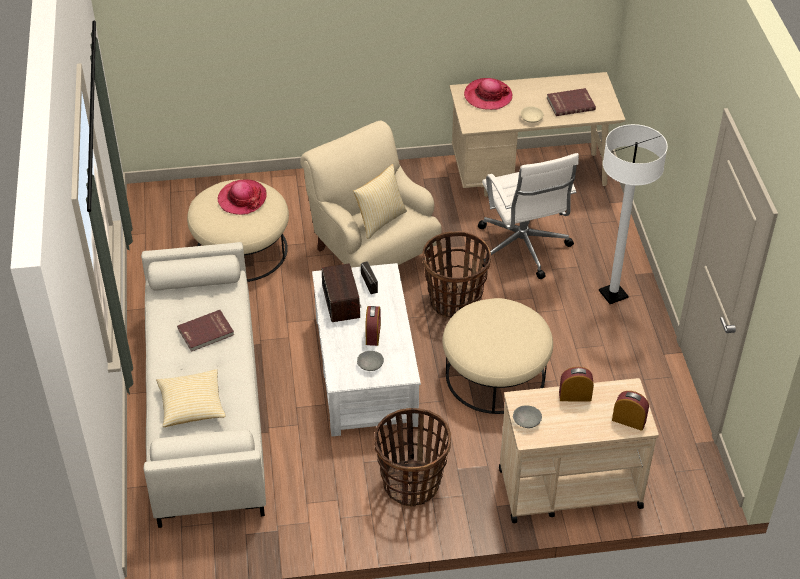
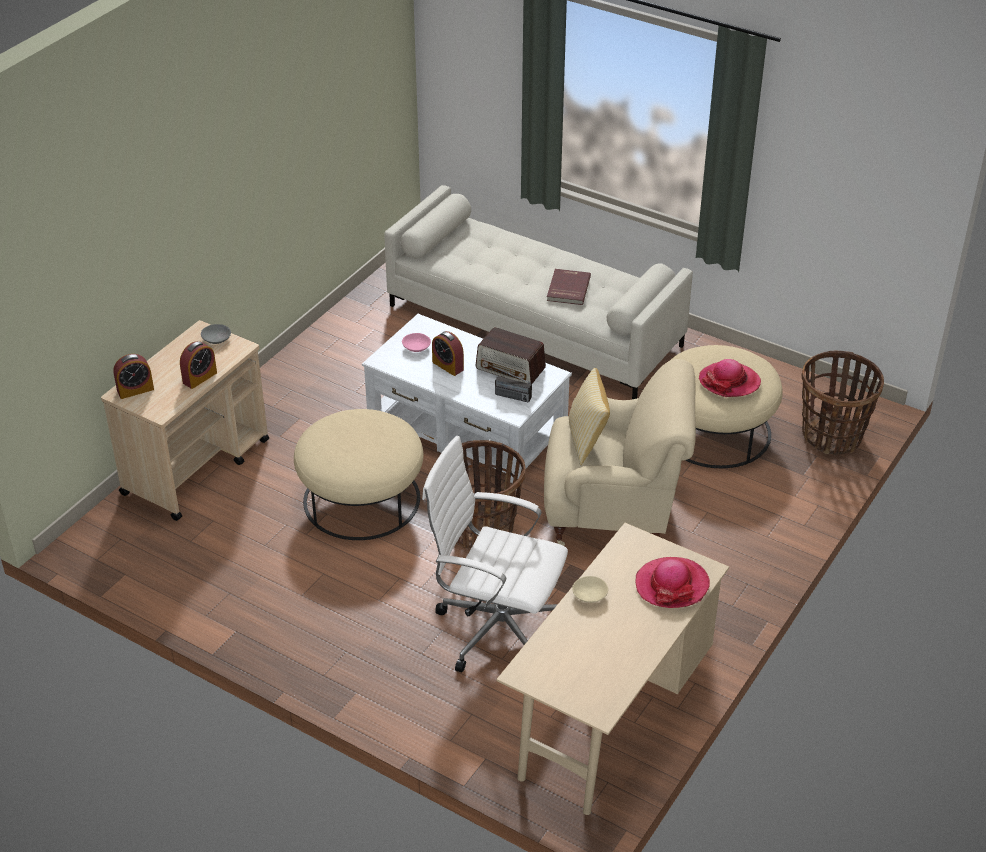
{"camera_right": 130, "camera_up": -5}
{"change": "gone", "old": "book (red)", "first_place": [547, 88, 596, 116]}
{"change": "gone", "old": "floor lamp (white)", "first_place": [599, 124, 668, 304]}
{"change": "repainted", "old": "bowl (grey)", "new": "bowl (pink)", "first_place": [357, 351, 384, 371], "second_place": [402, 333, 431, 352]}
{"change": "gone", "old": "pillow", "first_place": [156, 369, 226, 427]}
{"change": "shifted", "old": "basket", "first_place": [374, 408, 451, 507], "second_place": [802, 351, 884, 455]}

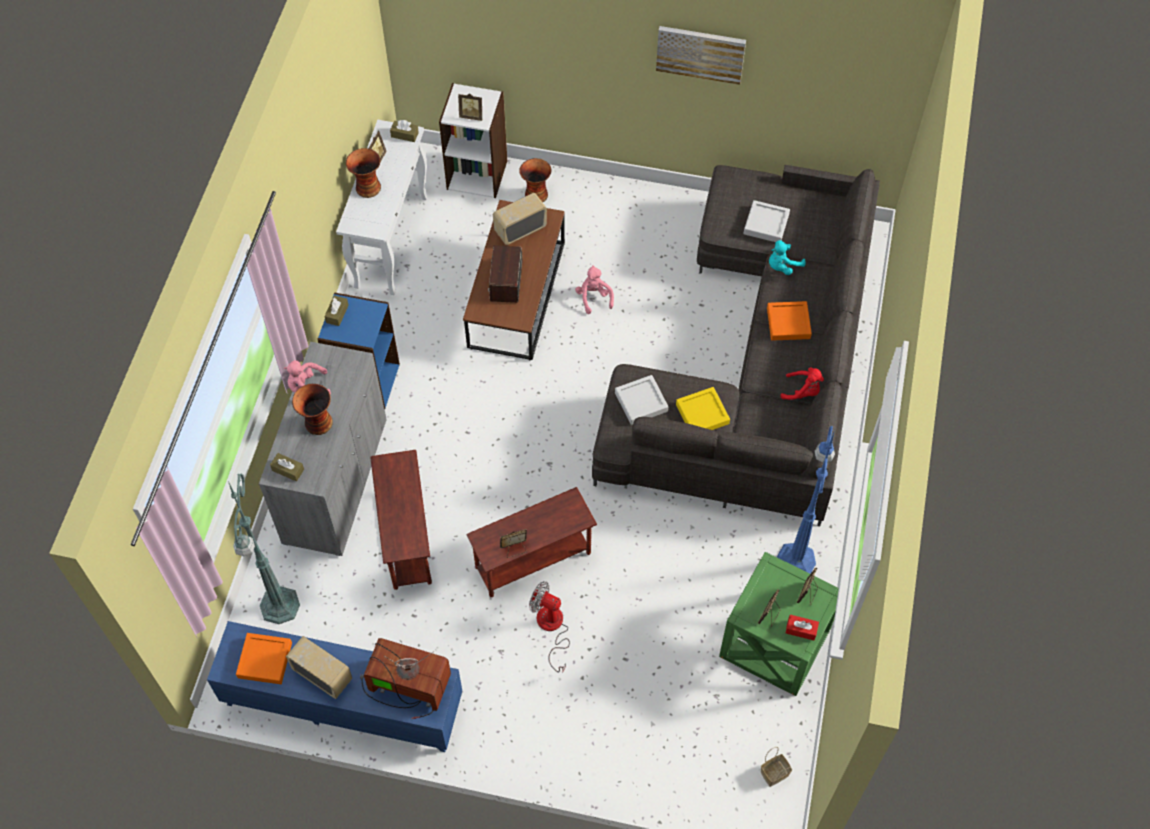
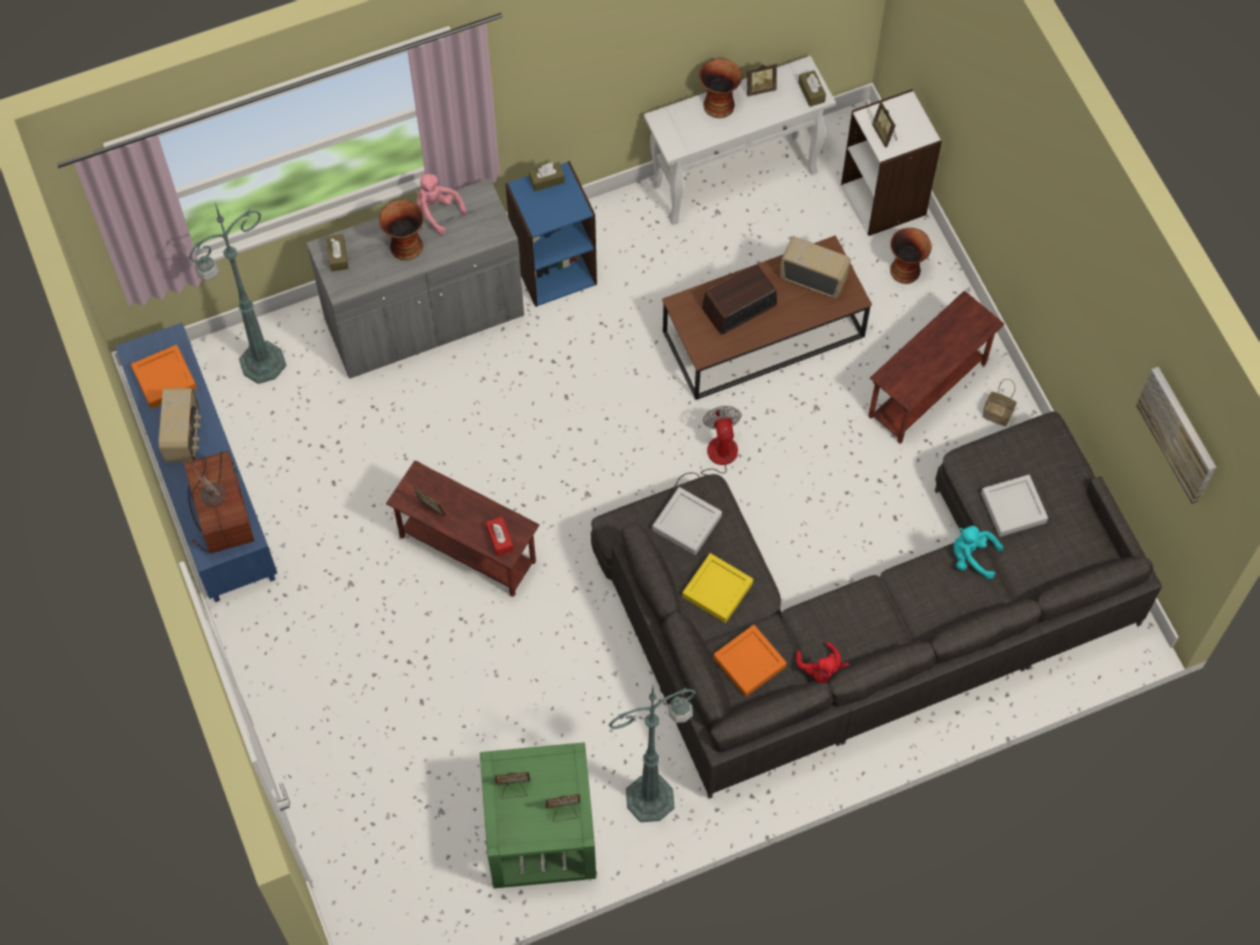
{"camera_right": 55, "camera_up": 5}
{"change": "shifted", "old": "picture", "first_place": [656, 26, 746, 85], "second_place": [1136, 367, 1216, 504]}
{"change": "gone", "old": "plush toy (pink)", "first_place": [575, 265, 614, 314]}
{"change": "shifted", "old": "tray (orange)", "first_place": [767, 301, 812, 341], "second_place": [713, 625, 787, 697]}
{"change": "repainted", "old": "floor lamp (blue)", "new": "floor lamp (green)", "first_place": [777, 426, 835, 574], "second_place": [609, 686, 696, 822]}
{"change": "shifted", "old": "side table (brown)", "first_place": [370, 450, 432, 590], "second_place": [869, 291, 1004, 443]}
{"change": "shifted", "old": "fan", "first_place": [529, 581, 570, 673], "second_place": [674, 406, 742, 487]}
{"change": "shifted", "old": "tissue box (red)", "first_place": [786, 615, 819, 640], "second_place": [486, 517, 514, 556]}
{"change": "shifted", "old": "basket", "first_place": [761, 747, 792, 787], "second_place": [982, 379, 1017, 426]}

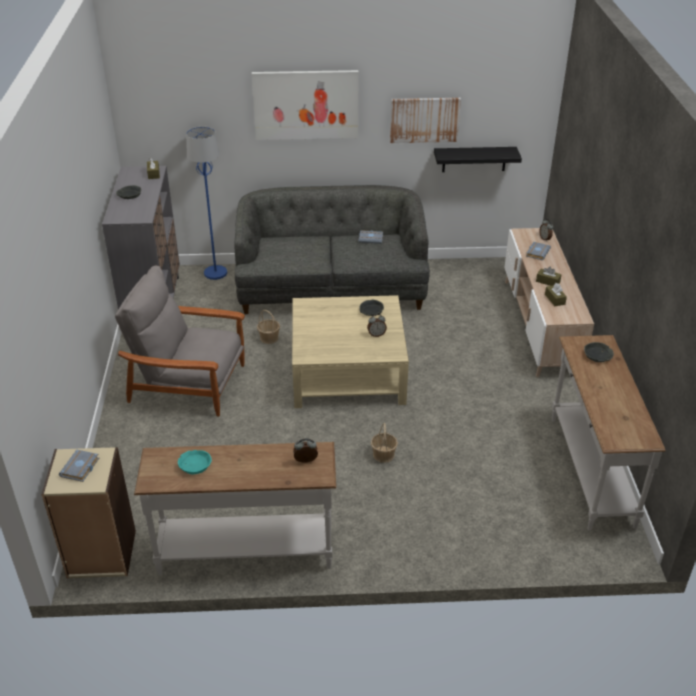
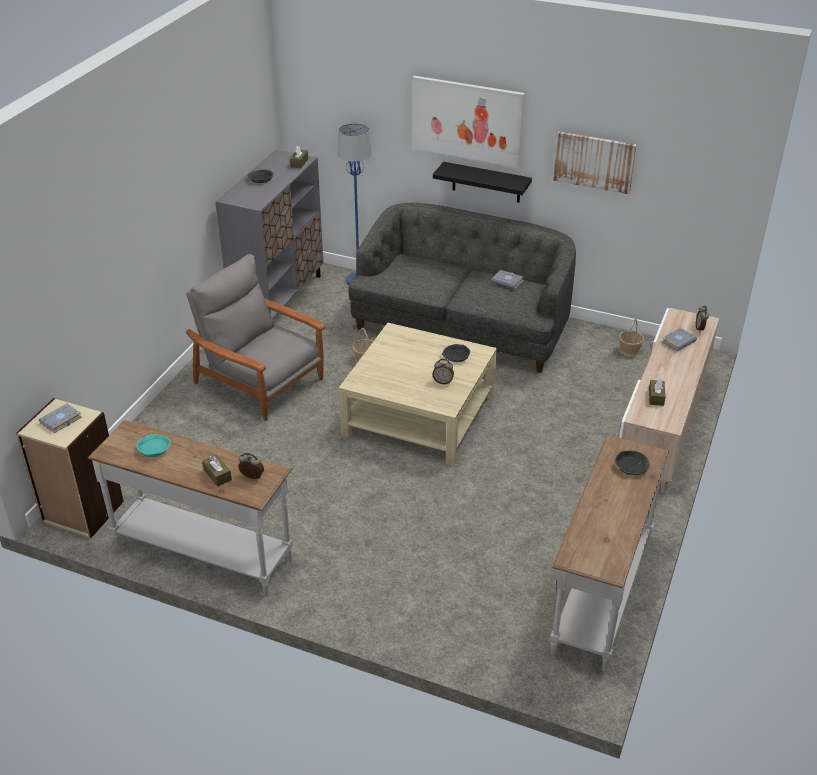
{"camera_right": 25, "camera_up": 0}
{"change": "shifted", "old": "shelf (black)", "first_place": [434, 147, 522, 172], "second_place": [433, 162, 532, 203]}
{"change": "shifted", "old": "tissue box (brown)", "first_place": [536, 267, 562, 286], "second_place": [202, 454, 232, 487]}
{"change": "shifted", "old": "basket", "first_place": [371, 423, 398, 463], "second_place": [619, 319, 644, 356]}

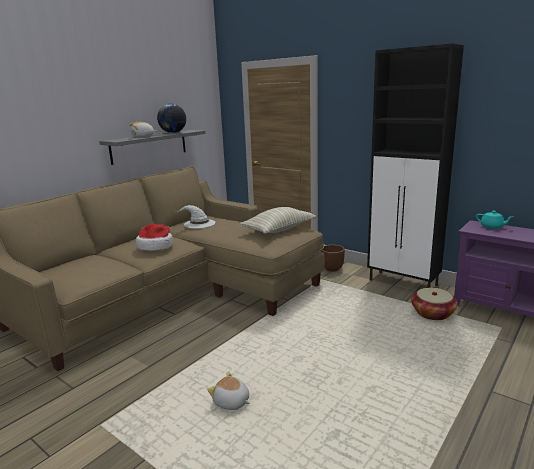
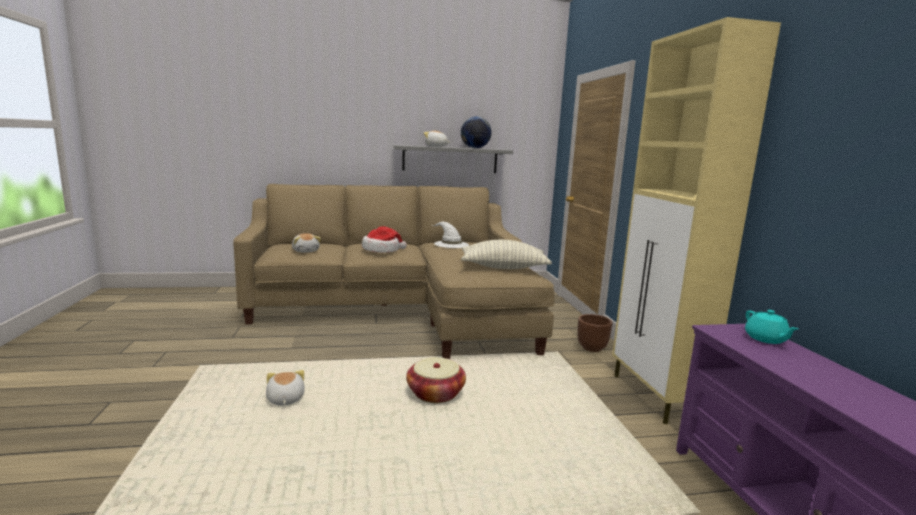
{"camera_right": 40, "camera_up": -5}
{"change": "repainted", "old": "cabinet (black)", "new": "cabinet (beige)", "first_place": [367, 43, 464, 288], "second_place": [612, 17, 781, 424]}
{"change": "shifted", "old": "basket", "first_place": [411, 288, 458, 320], "second_place": [406, 357, 466, 403]}
{"change": "new", "new": "plush toy", "second_place": [292, 233, 321, 253]}

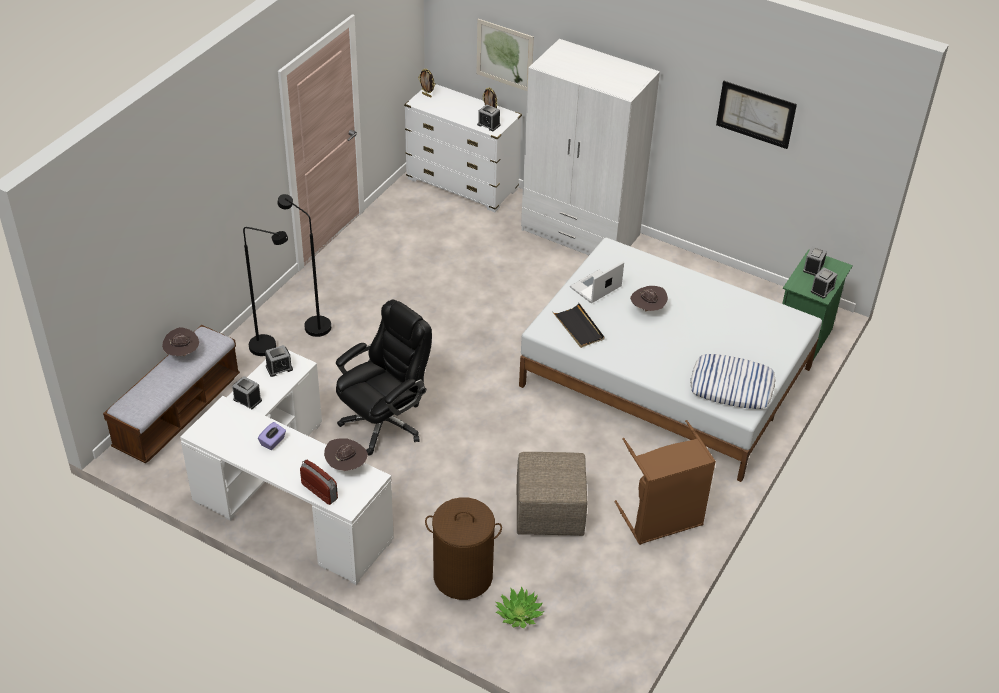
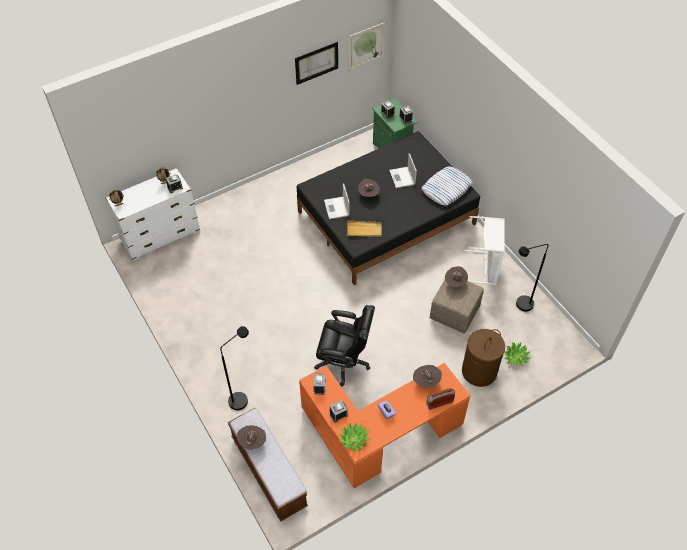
{"camera_right": -60, "camera_up": 10}
{"change": "shifted", "old": "picture", "first_place": [477, 19, 534, 92], "second_place": [349, 22, 385, 71]}
{"change": "gone", "old": "wardrobe (white)", "first_place": [521, 39, 660, 255]}
{"change": "shifted", "old": "floor lamp (black)", "first_place": [277, 194, 331, 337], "second_place": [516, 244, 549, 312]}
{"change": "repainted", "old": "bed (white)", "new": "bed (black)", "first_place": [519, 238, 822, 482], "second_place": [297, 131, 480, 285]}
{"change": "rotated", "old": "office chair (black)", "first_place": [336, 300, 432, 455], "second_place": [314, 305, 375, 386], "degrees": 120}
{"change": "repainted", "old": "tray (black)", "new": "tray (beige)", "first_place": [553, 303, 605, 348], "second_place": [347, 221, 382, 237]}
{"change": "repainted", "old": "desk (white)", "new": "desk (orange)", "first_place": [180, 350, 394, 585], "second_place": [299, 363, 470, 488]}
{"change": "repainted", "old": "laundry basket (brown)", "new": "laundry basket (white)", "first_place": [614, 420, 716, 545], "second_place": [463, 216, 504, 285]}
{"change": "new", "new": "laptop", "second_place": [389, 153, 417, 188]}
{"change": "new", "new": "hat (brown)", "second_place": [445, 266, 468, 287]}
{"change": "new", "new": "potted plant", "second_place": [338, 422, 370, 452]}

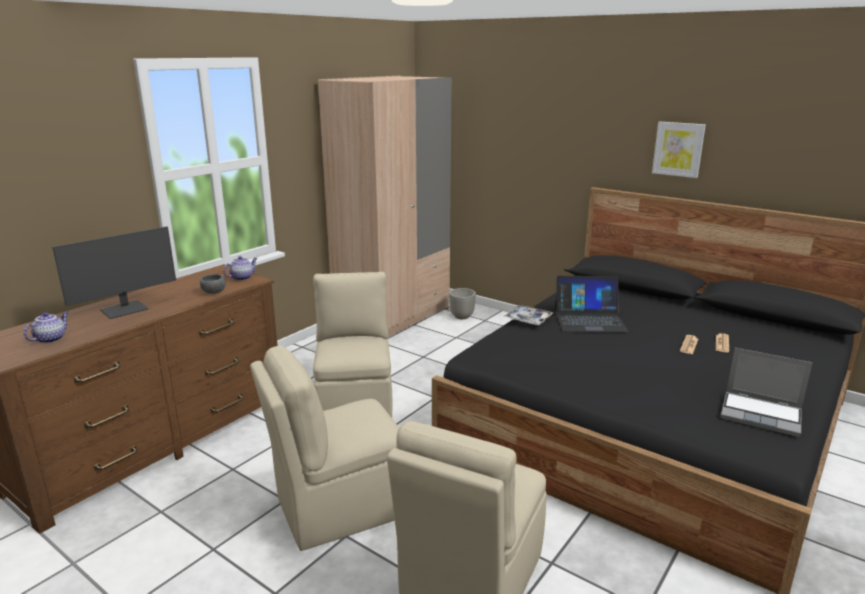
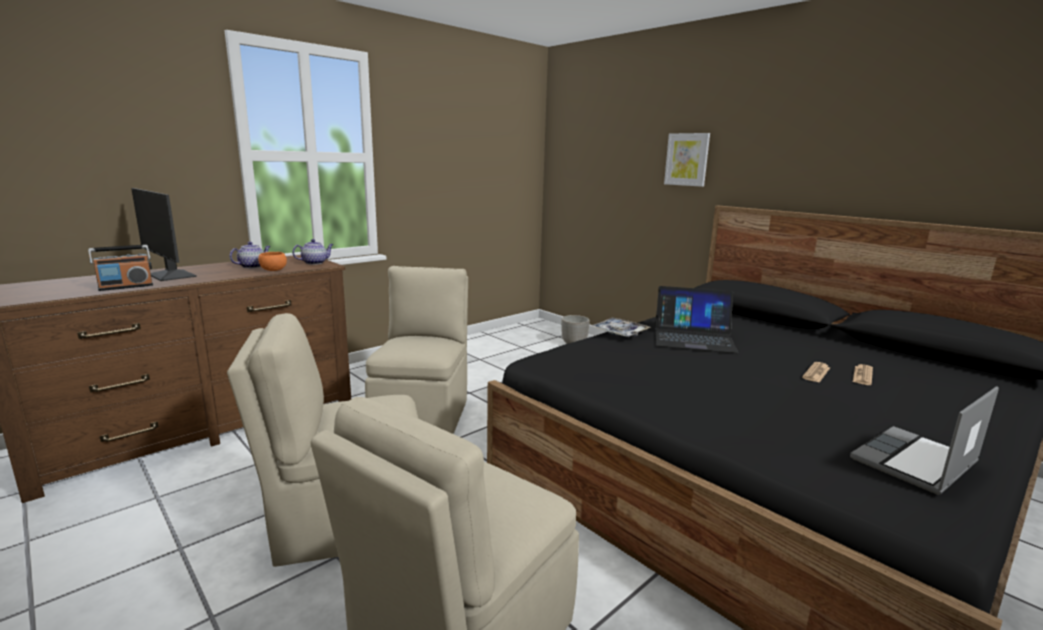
{"camera_right": 10, "camera_up": -5}
{"change": "gone", "old": "wardrobe (beige)", "first_place": [318, 76, 452, 338]}
{"change": "shifted", "old": "picture", "first_place": [652, 122, 706, 178], "second_place": [664, 133, 710, 187]}
{"change": "rotated", "old": "monitor", "first_place": [52, 226, 176, 319], "second_place": [131, 188, 197, 281], "degrees": 75}
{"change": "repainted", "old": "bowl (grey)", "new": "bowl (orange)", "first_place": [200, 274, 225, 294], "second_place": [258, 252, 287, 271]}
{"change": "shifted", "old": "teapot", "first_place": [24, 311, 68, 343], "second_place": [229, 242, 270, 268]}
{"change": "rotated", "old": "laptop", "first_place": [721, 348, 813, 436], "second_place": [850, 386, 999, 495], "degrees": 105}
{"change": "new", "new": "radio", "second_place": [88, 245, 153, 291]}

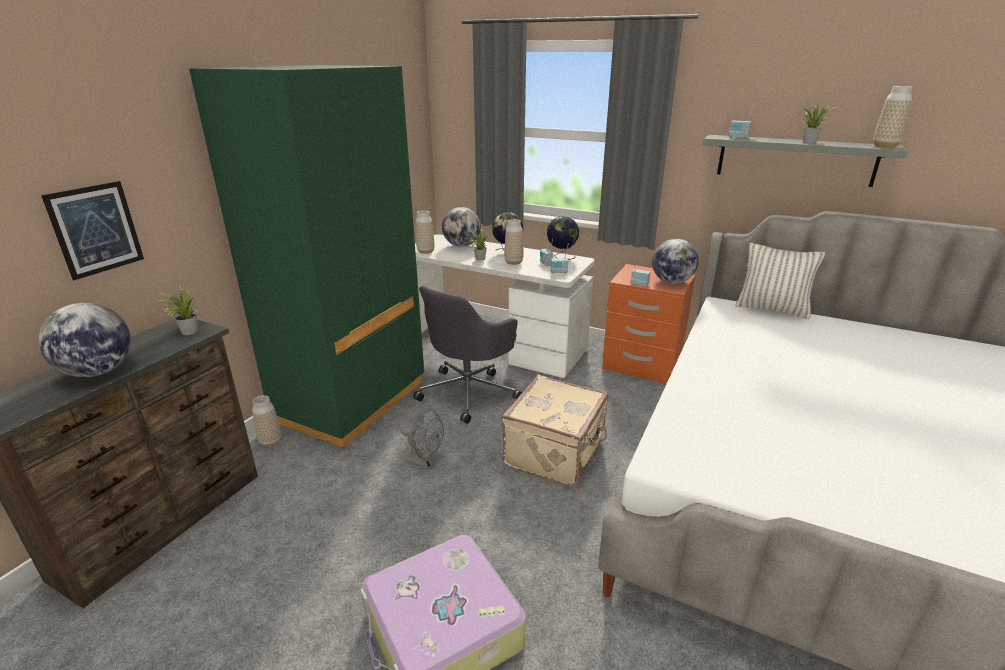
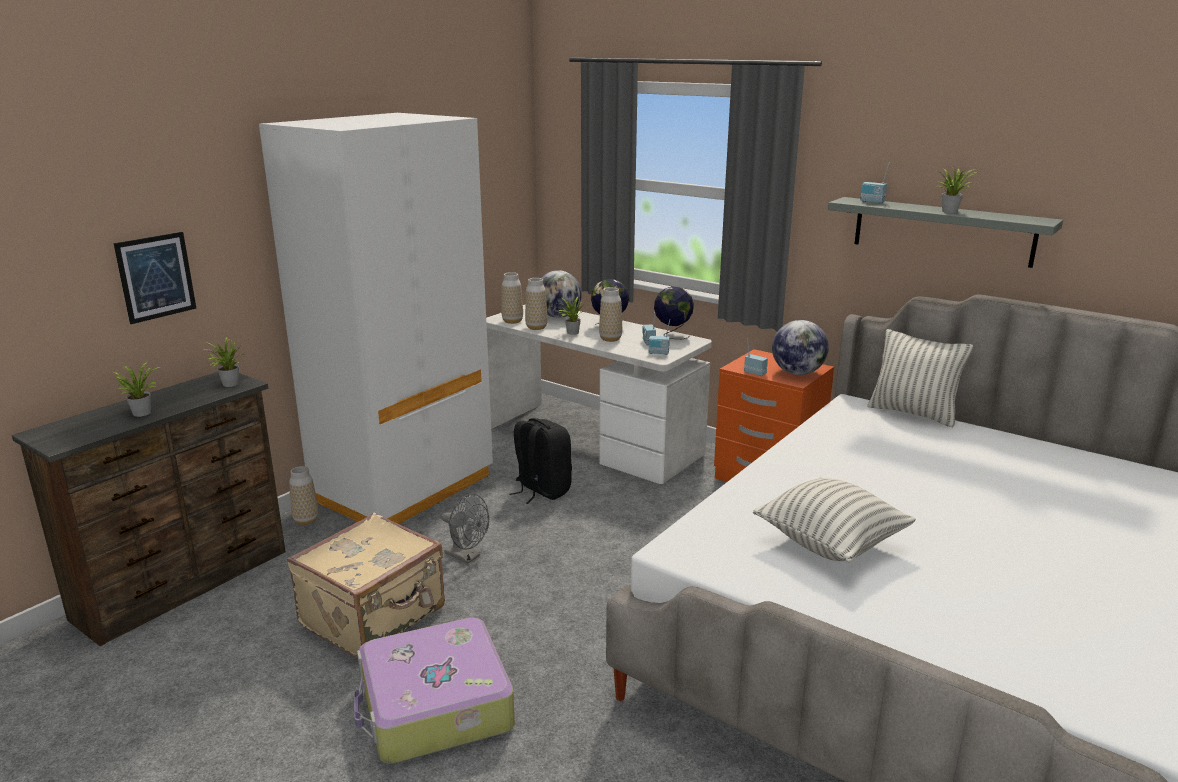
{"camera_right": 10, "camera_up": -5}
{"change": "repainted", "old": "wardrobe (green)", "new": "wardrobe (white)", "first_place": [189, 65, 424, 448], "second_place": [259, 113, 493, 524]}
{"change": "shifted", "old": "vase", "first_place": [873, 86, 913, 148], "second_place": [525, 278, 548, 330]}
{"change": "swapped", "old": "office chair (grey)", "new": "backpack (black)", "first_place": [413, 286, 522, 424], "second_place": [510, 418, 572, 504]}
{"change": "swapped", "old": "globe", "new": "potted plant", "first_place": [38, 303, 131, 377], "second_place": [113, 362, 160, 417]}
{"change": "shifted", "old": "suitcase (beige)", "first_place": [502, 375, 608, 487], "second_place": [287, 512, 445, 658]}
{"change": "new", "new": "pillow", "second_place": [753, 477, 916, 562]}

